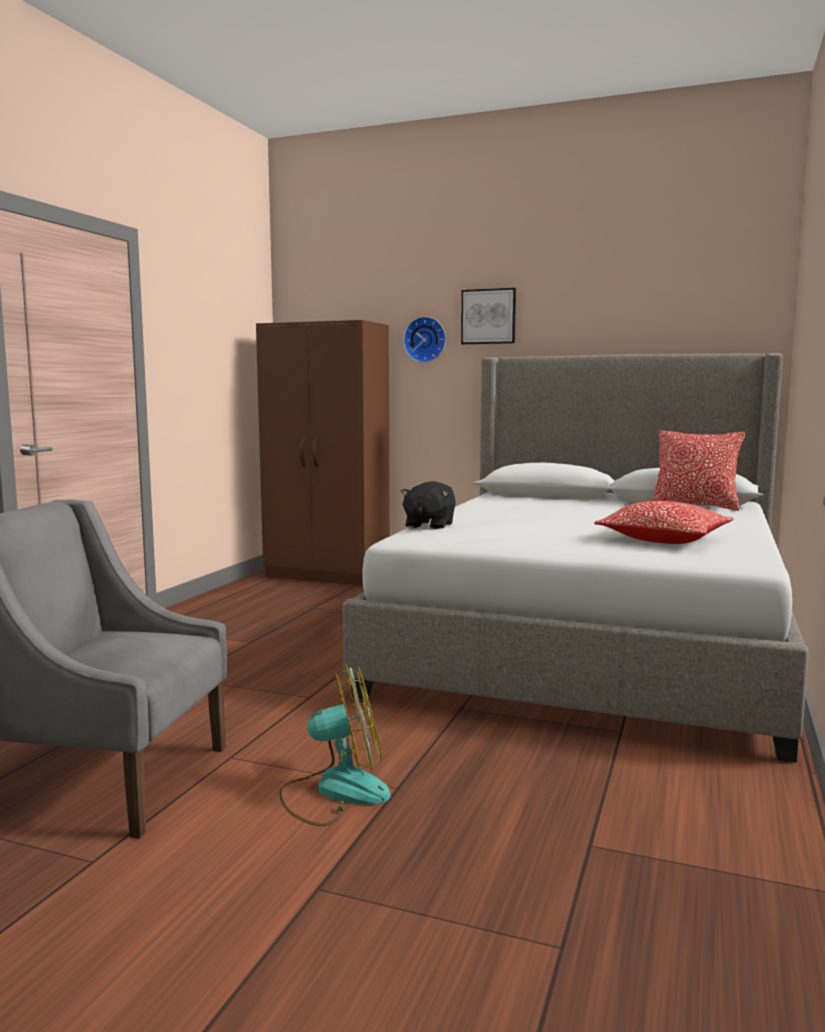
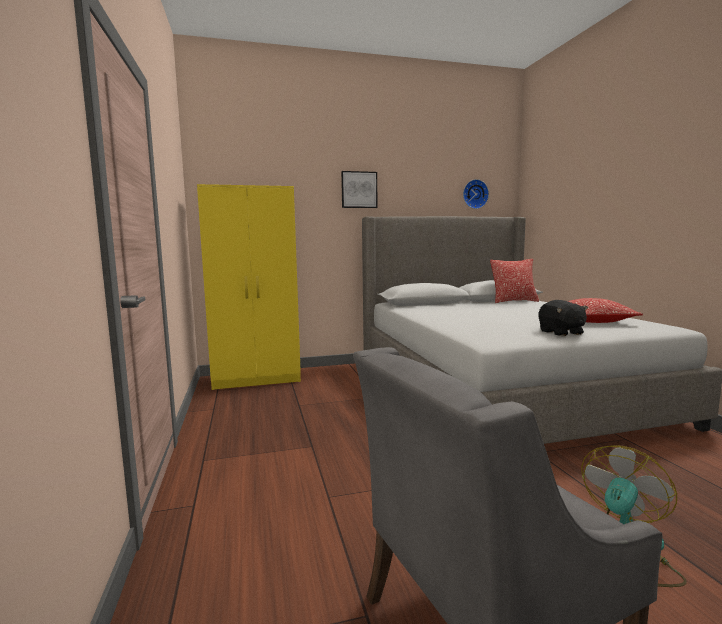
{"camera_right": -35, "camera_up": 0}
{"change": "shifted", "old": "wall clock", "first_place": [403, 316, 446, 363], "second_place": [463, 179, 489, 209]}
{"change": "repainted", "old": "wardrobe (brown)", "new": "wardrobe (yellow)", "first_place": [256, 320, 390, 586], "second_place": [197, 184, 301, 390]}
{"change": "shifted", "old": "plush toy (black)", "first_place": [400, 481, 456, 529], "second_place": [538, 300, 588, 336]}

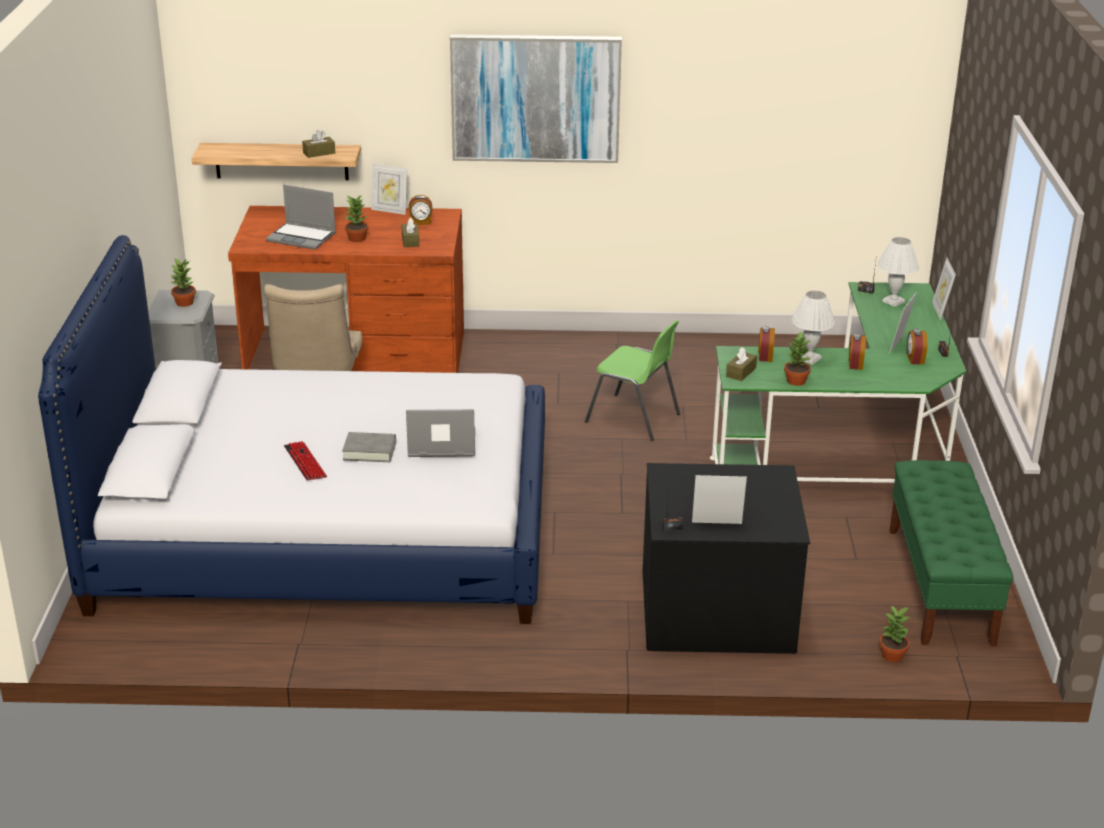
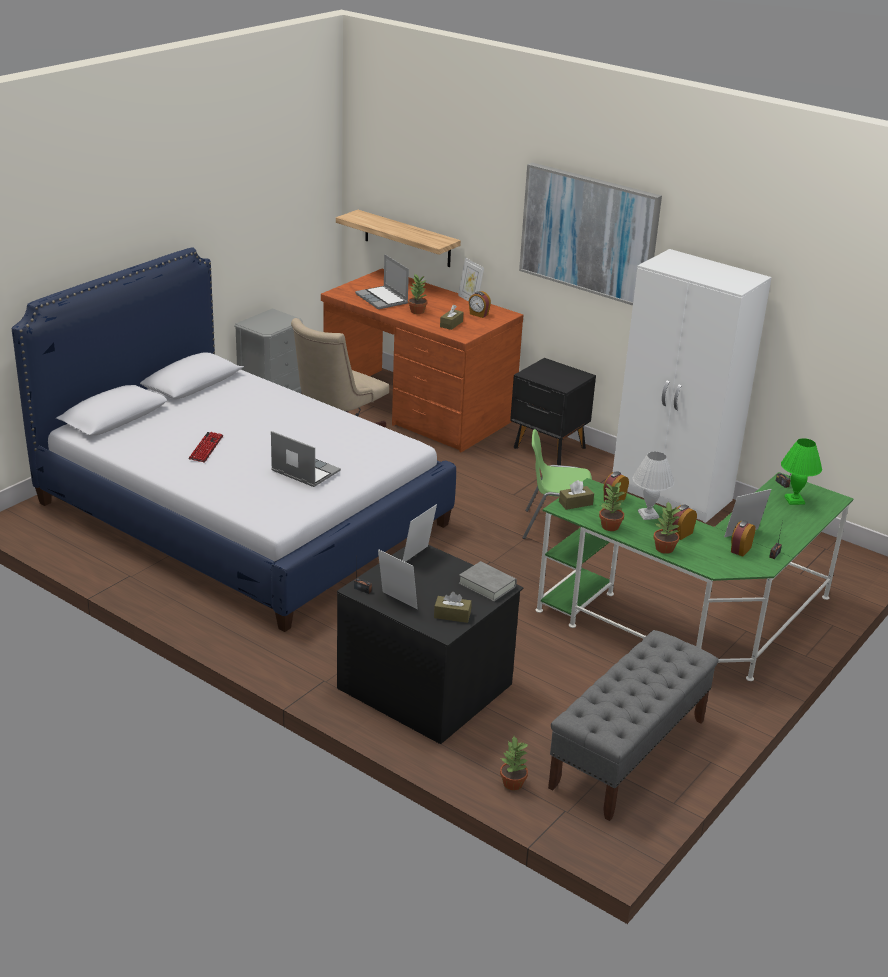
{"camera_right": 35, "camera_up": 0}
{"change": "shifted", "old": "tissue box (brown)", "first_place": [302, 130, 335, 158], "second_place": [434, 592, 472, 623]}
{"change": "repainted", "old": "table lamp (white)", "new": "table lamp (green)", "first_place": [877, 237, 919, 307], "second_place": [781, 438, 822, 505]}
{"change": "shifted", "old": "potted plant", "first_place": [170, 258, 196, 307], "second_place": [653, 502, 682, 554]}
{"change": "shifted", "old": "picture frame", "first_place": [932, 258, 956, 320], "second_place": [402, 504, 437, 562]}
{"change": "rotated", "old": "chair (green)", "first_place": [585, 320, 680, 441], "second_place": [522, 429, 592, 539], "degrees": 120}
{"change": "shifted", "old": "book (grey)", "first_place": [342, 432, 396, 462], "second_place": [459, 561, 517, 602]}
{"change": "repainted", "old": "bench (green)", "new": "bench (grey)", "first_place": [890, 460, 1013, 646], "second_place": [548, 630, 719, 821]}
{"change": "new", "new": "wardrobe (white)", "second_place": [613, 249, 772, 523]}
{"change": "new", "new": "nightstand (black)", "second_place": [510, 358, 596, 465]}

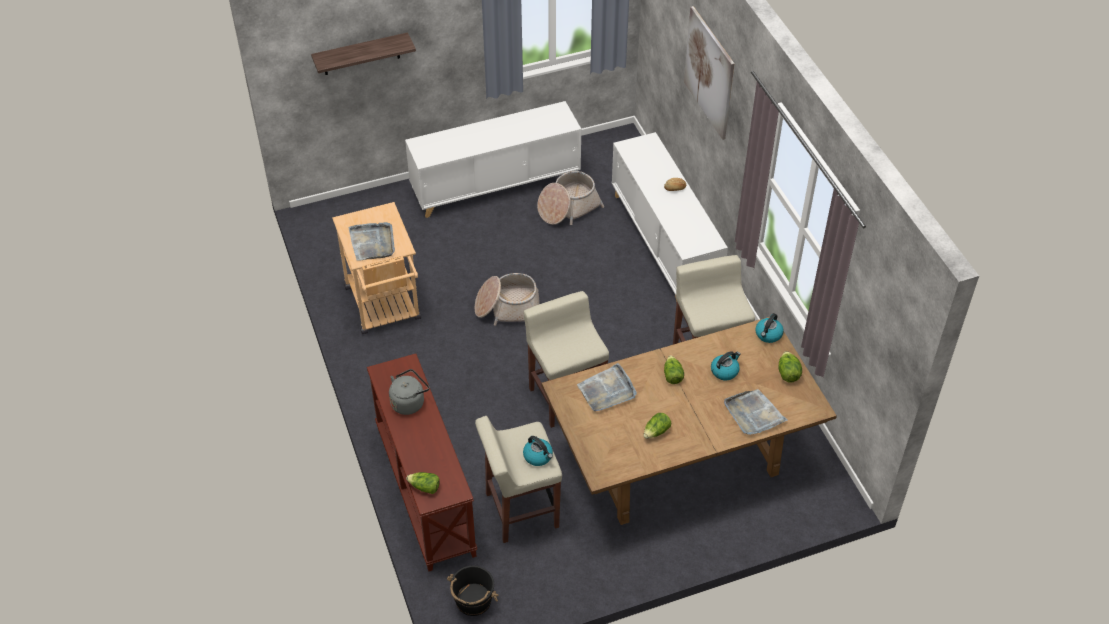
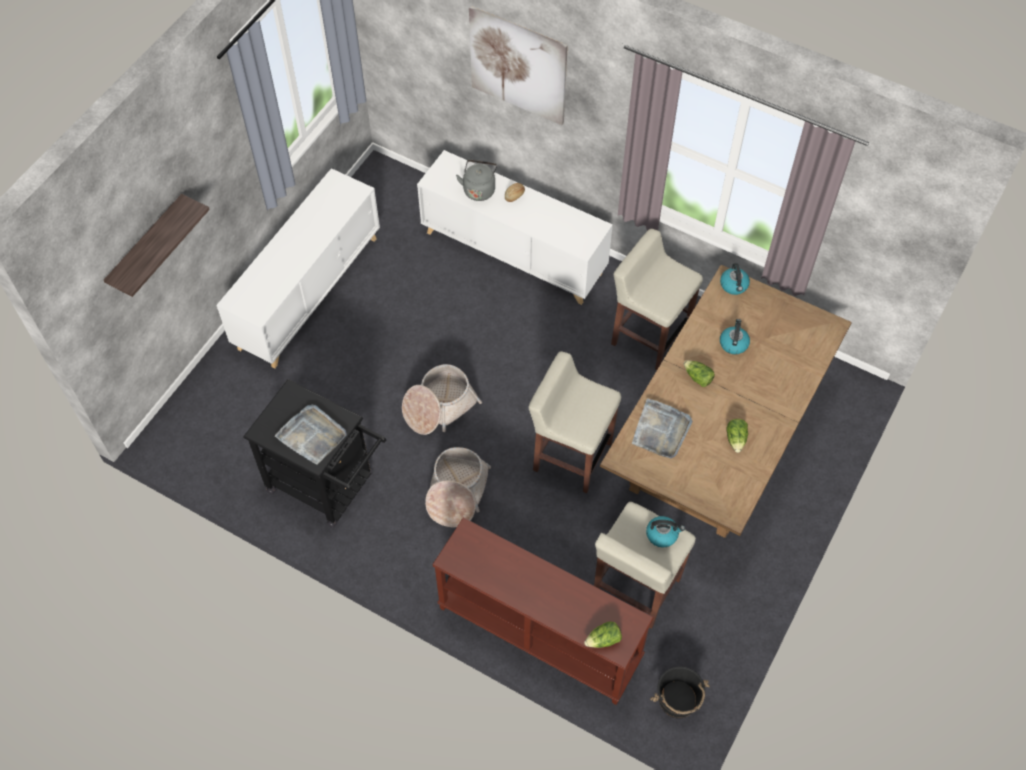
{"camera_right": -40, "camera_up": 10}
{"change": "shifted", "old": "basket", "first_place": [537, 171, 604, 225], "second_place": [425, 447, 491, 527]}
{"change": "repainted", "old": "cart (beige)", "new": "cart (black)", "first_place": [332, 202, 421, 334], "second_place": [243, 379, 386, 528]}
{"change": "gone", "old": "lettuce", "first_place": [778, 351, 802, 383]}
{"change": "shifted", "old": "kettle (grey)", "first_place": [389, 369, 429, 415], "second_place": [456, 159, 497, 201]}
{"change": "gone", "old": "tray (grey)", "first_place": [724, 389, 788, 435]}

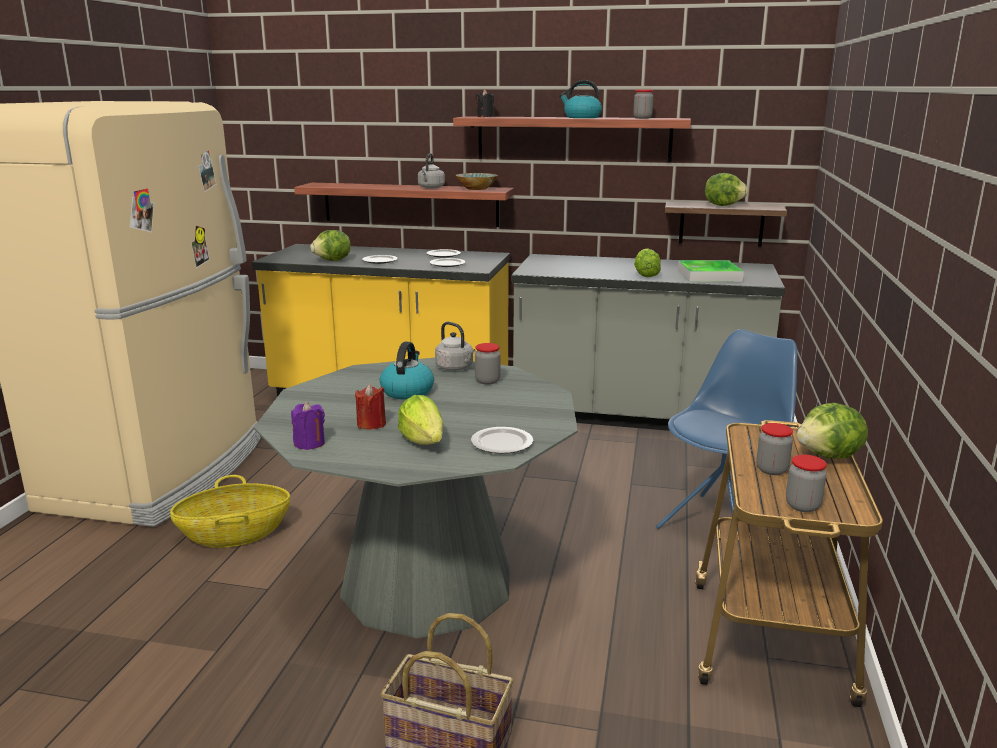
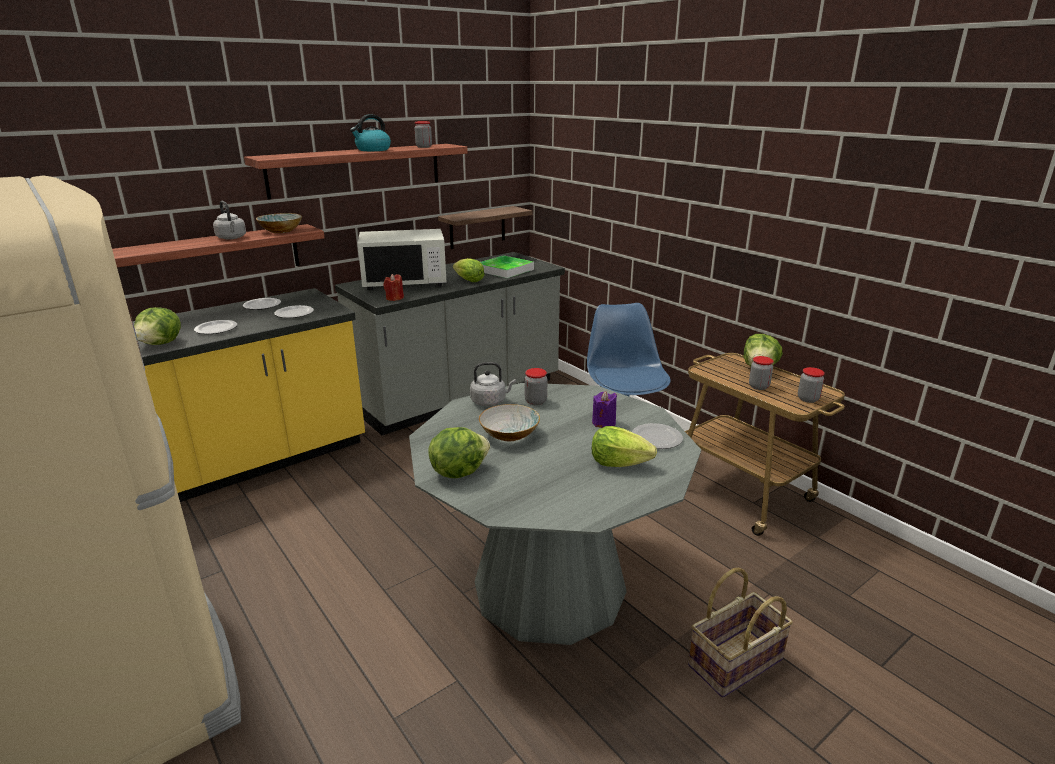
{"camera_right": -50, "camera_up": 5}
{"change": "gone", "old": "candle (black)", "first_place": [476, 89, 494, 117]}
{"change": "shifted", "old": "lettuce", "first_place": [705, 173, 748, 206], "second_place": [428, 427, 490, 478]}
{"change": "swapped", "old": "kettle", "new": "bowl", "first_place": [380, 342, 434, 400], "second_place": [479, 404, 540, 441]}
{"change": "shifted", "old": "candle (red)", "first_place": [355, 384, 386, 430], "second_place": [383, 274, 404, 301]}
{"change": "shifted", "old": "candle (purple)", "first_place": [291, 402, 325, 450], "second_place": [592, 391, 617, 428]}
{"change": "gone", "old": "basket", "first_place": [170, 475, 290, 548]}
{"change": "new", "new": "microwave (white)", "second_place": [357, 229, 447, 290]}

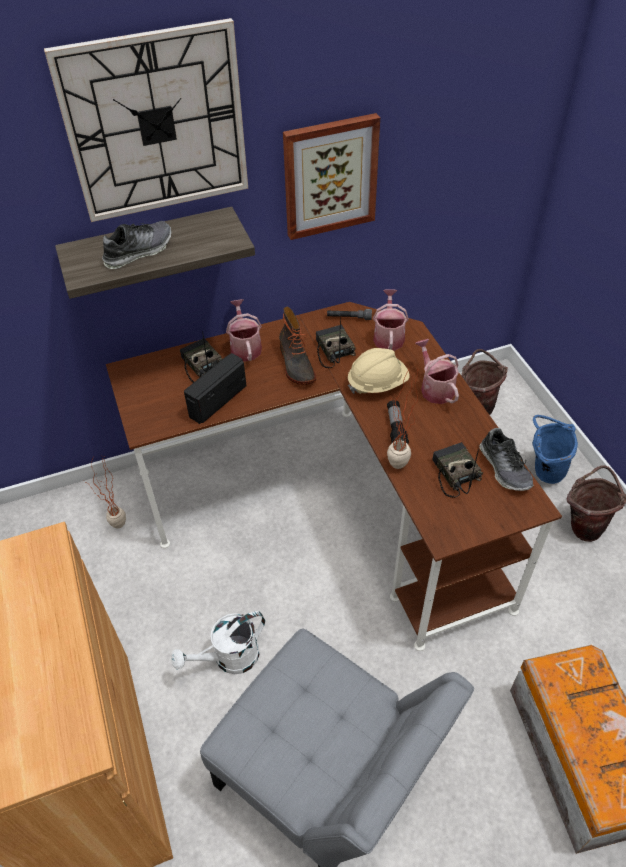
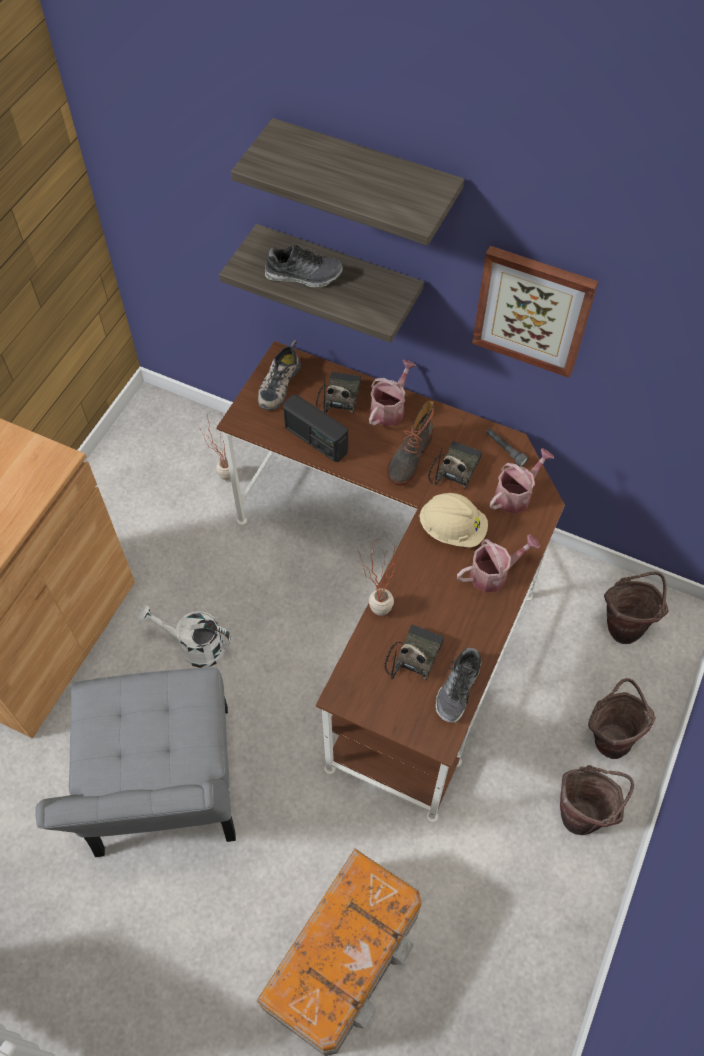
{"camera_right": 45, "camera_up": 10}
{"change": "swapped", "old": "wall clock", "new": "shelf", "first_place": [44, 18, 248, 222], "second_place": [231, 118, 464, 246]}
{"change": "rotated", "old": "watering can", "first_place": [415, 339, 459, 404], "second_place": [457, 534, 540, 592], "degrees": 45}
{"change": "rotated", "old": "radio", "first_place": [184, 353, 247, 424], "second_place": [283, 394, 348, 462], "degrees": -135}
{"change": "gone", "old": "flashlight", "first_place": [387, 400, 409, 444]}
{"change": "repainted", "old": "bucket (blue)", "new": "bucket (brown)", "first_place": [532, 415, 578, 484], "second_place": [588, 678, 656, 759]}
{"change": "new", "new": "shoe", "second_place": [258, 340, 301, 410]}

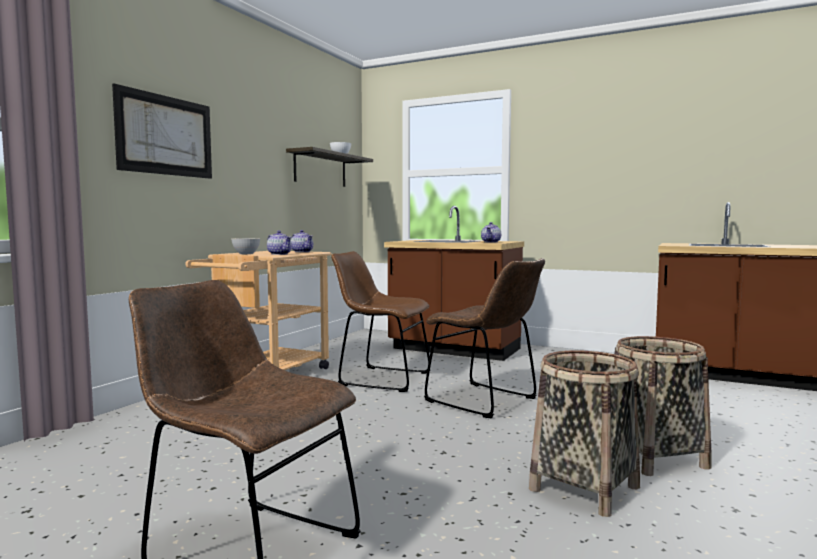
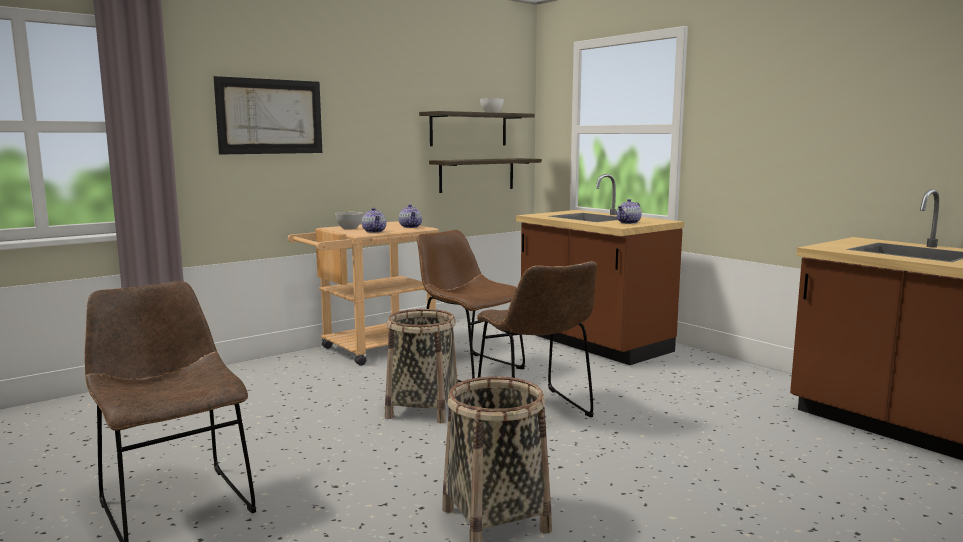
{"camera_right": 25, "camera_up": 5}
{"change": "shifted", "old": "basket", "first_place": [615, 336, 712, 476], "second_place": [385, 309, 458, 424]}
{"change": "new", "new": "shelf", "second_place": [429, 158, 542, 193]}

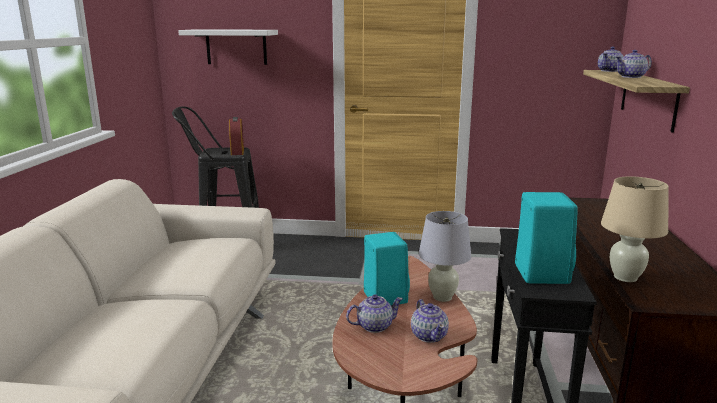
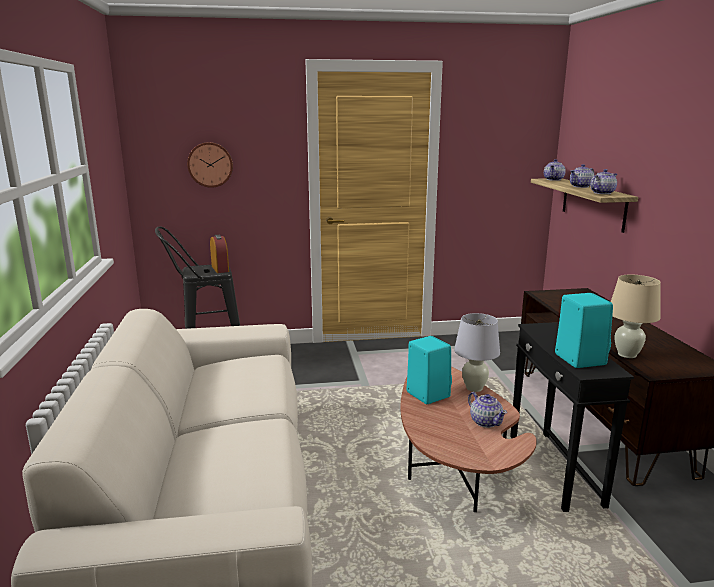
{"camera_right": -15, "camera_up": 0}
{"change": "swapped", "old": "shelf (white)", "new": "wall clock", "first_place": [178, 30, 278, 65], "second_place": [187, 142, 233, 188]}
{"change": "shifted", "old": "teapot", "first_place": [346, 294, 403, 333], "second_place": [590, 169, 617, 194]}

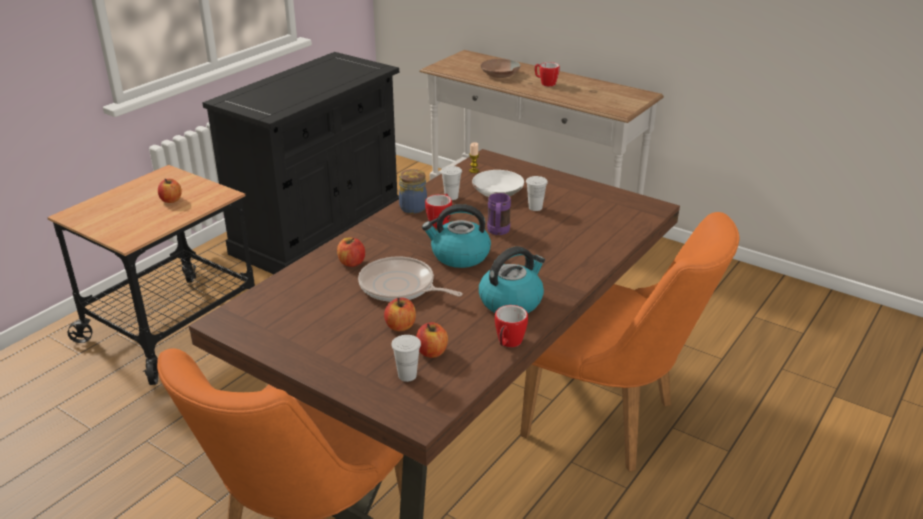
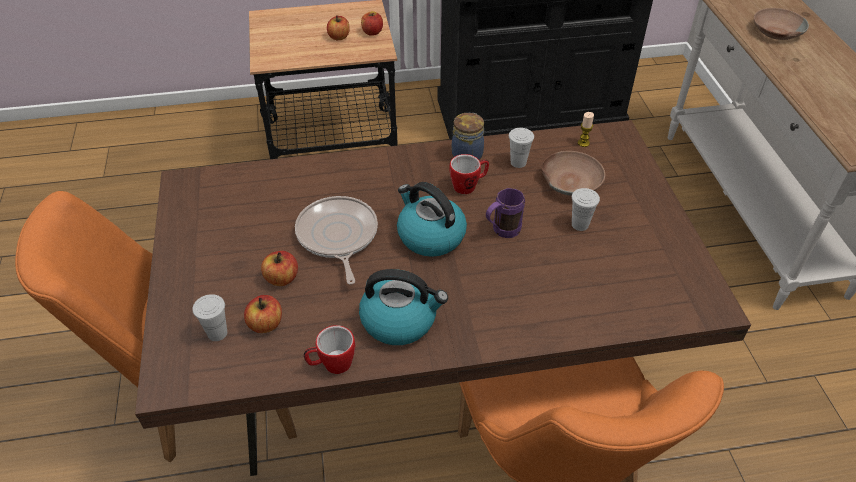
{"camera_right": 45, "camera_up": 15}
{"change": "gone", "old": "mug", "first_place": [535, 62, 560, 87]}
{"change": "repainted", "old": "bowl (white)", "new": "bowl (brown)", "first_place": [472, 170, 524, 197], "second_place": [541, 151, 605, 196]}
{"change": "shifted", "old": "apple", "first_place": [337, 238, 365, 267], "second_place": [361, 11, 383, 36]}

